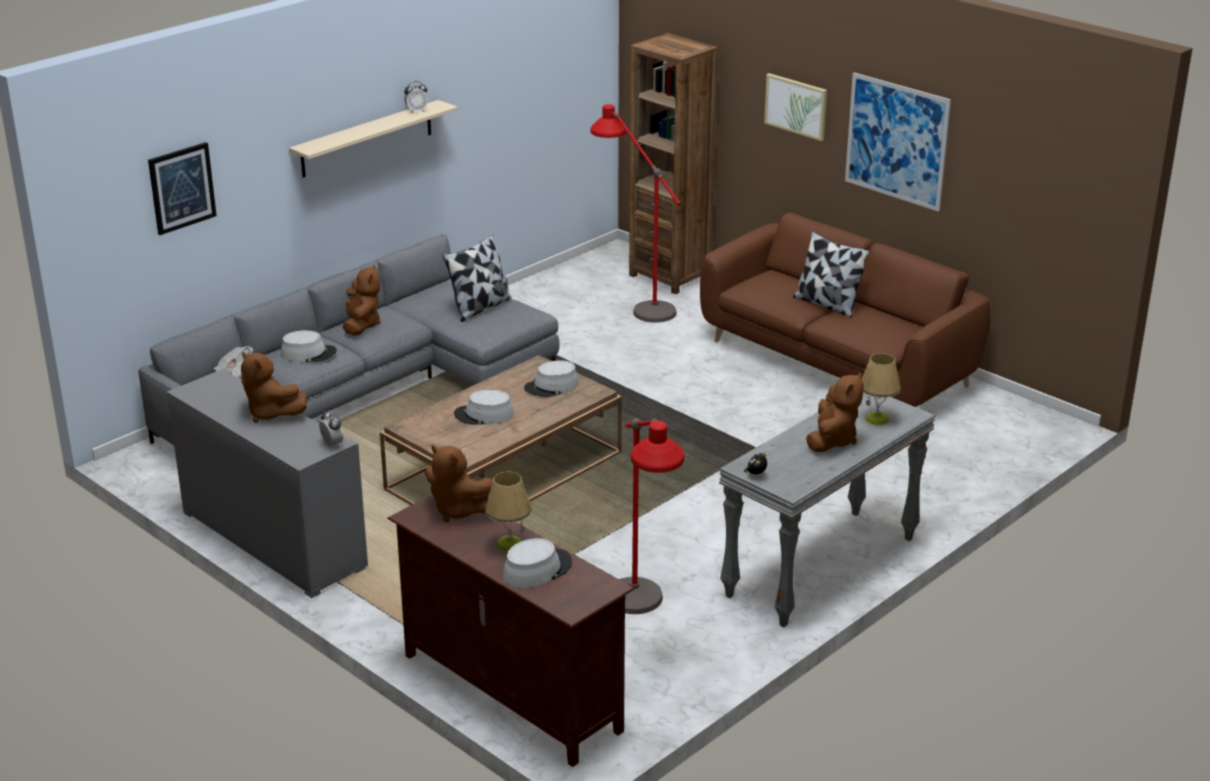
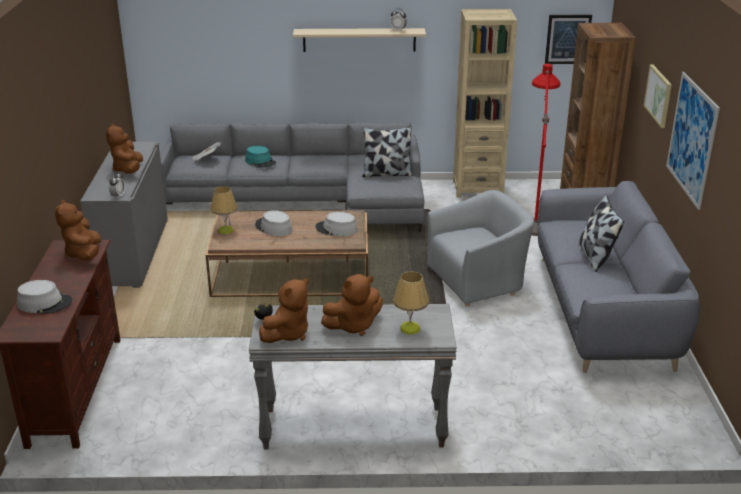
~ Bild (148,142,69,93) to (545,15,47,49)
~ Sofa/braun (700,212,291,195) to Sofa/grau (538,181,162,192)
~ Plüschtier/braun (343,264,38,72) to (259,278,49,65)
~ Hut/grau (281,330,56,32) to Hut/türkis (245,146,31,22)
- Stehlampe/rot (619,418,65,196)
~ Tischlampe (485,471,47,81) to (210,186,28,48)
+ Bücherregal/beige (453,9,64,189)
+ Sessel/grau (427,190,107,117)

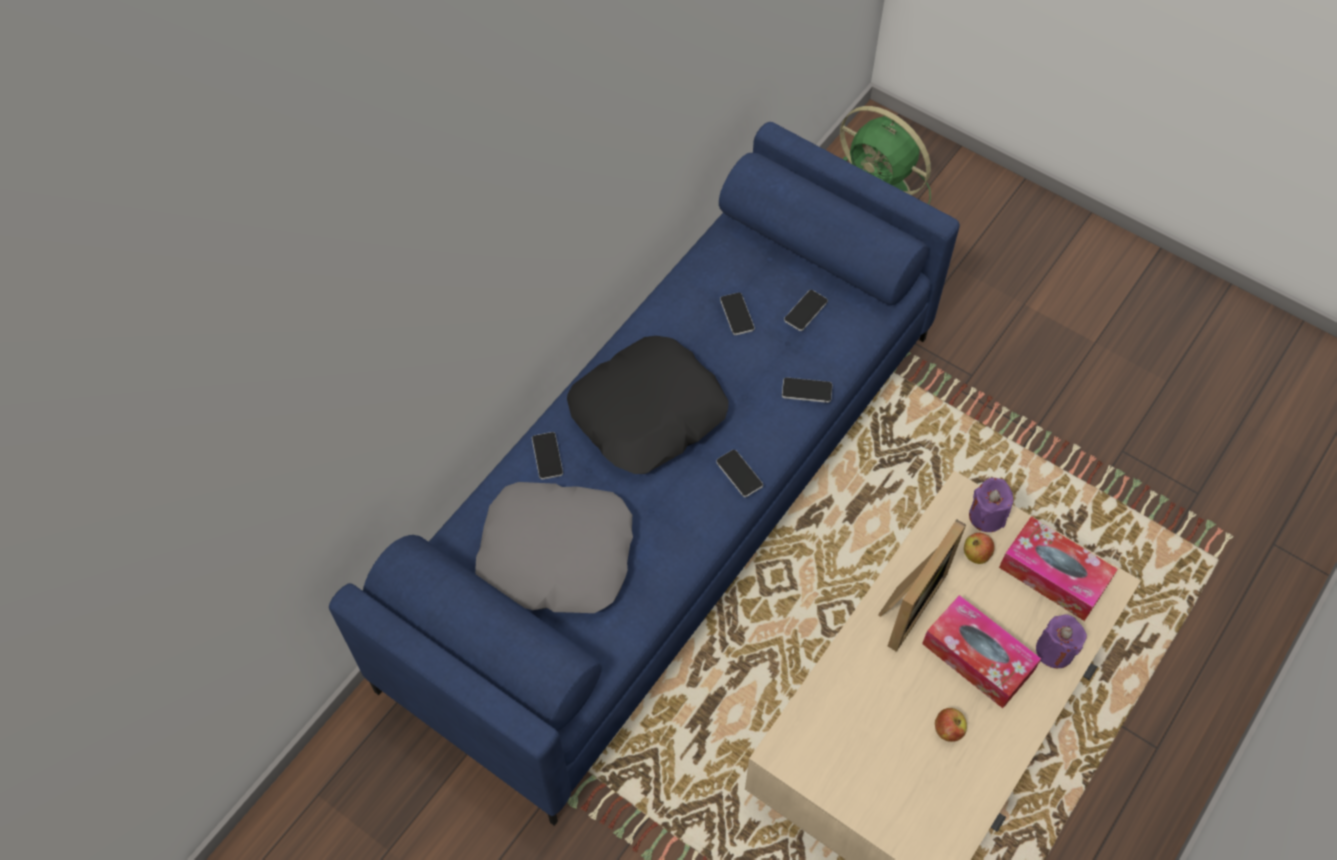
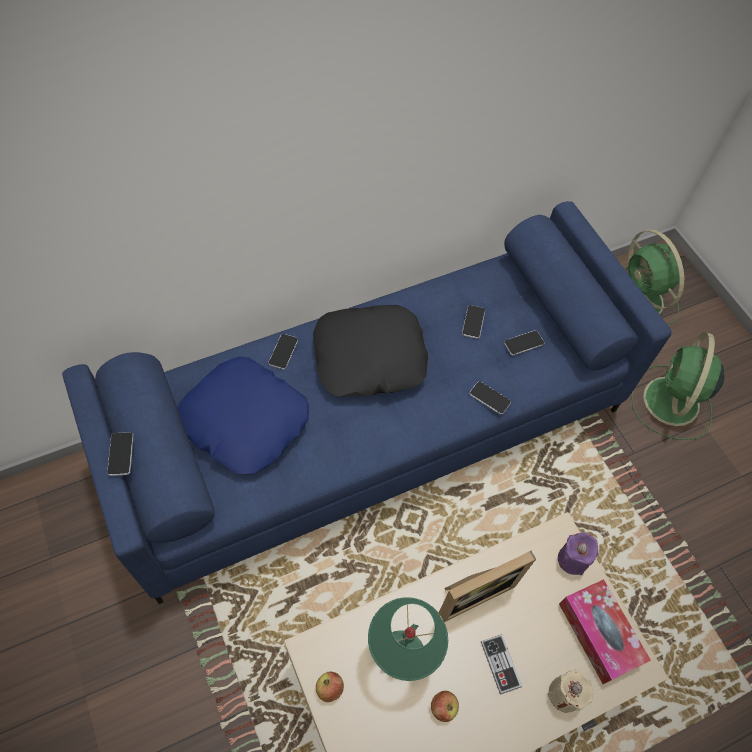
~ Handy (716,450,47,47) to (107,432,27,44)
~ Kissen/grau (475,482,158,131) to Kissen/blau (178,357,131,117)
~ Apfel (964,533,30,31) to (316,672,28,30)
~ Taschentuchbox (922,595,119,113) to Gamepad (481,634,41,61)
~ Kerze/lila (1036,615,51,53) to Kerze/beige (547,670,46,42)
+ Ventilator/grün (631,332,93,108)
+ Tischlampe/grün (368,597,80,84)

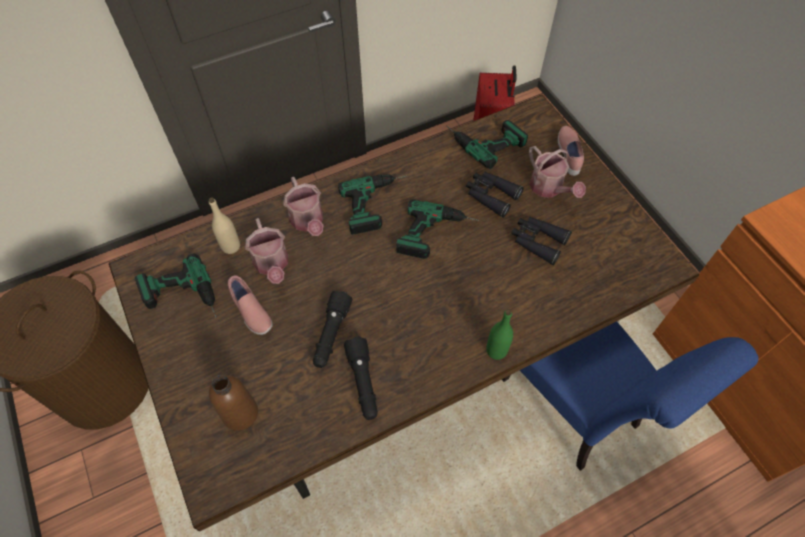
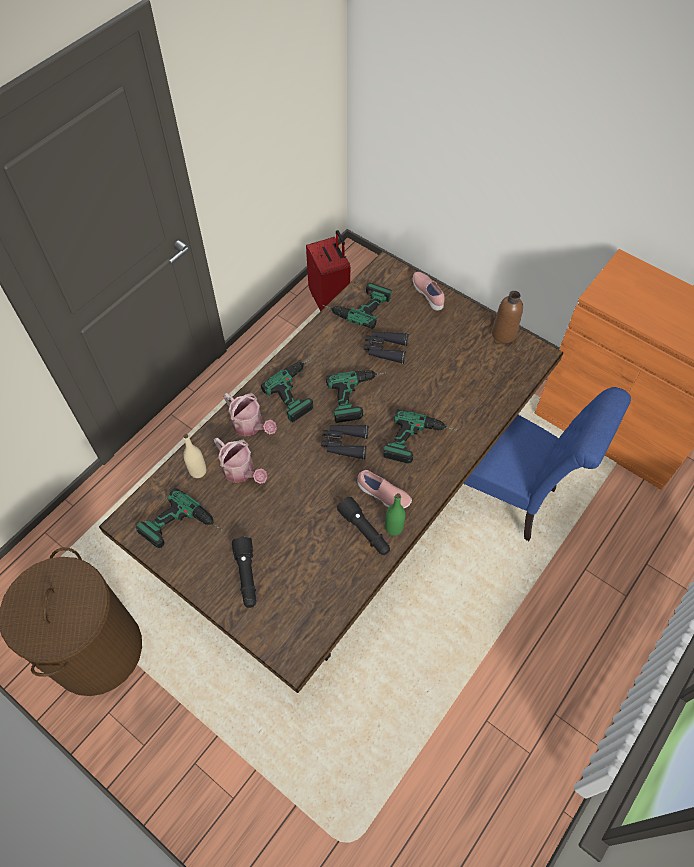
- Gießkanne (529,146,57,52)
~ Fernglas/schwarz (511,217,61,48) to (321,425,48,35)
~ Schuh/rosa (228,276,45,59) to (357,470,55,38)
~ Taschenlampe/schwarz (313,291,39,77) to (232,536,24,72)
~ Flasche/grün (486,309,27,51) to (385,493,20,43)
~ Flasche/braun (209,375,49,56) to (492,291,31,52)
+ Bohrmaschine (383,409,73,55)

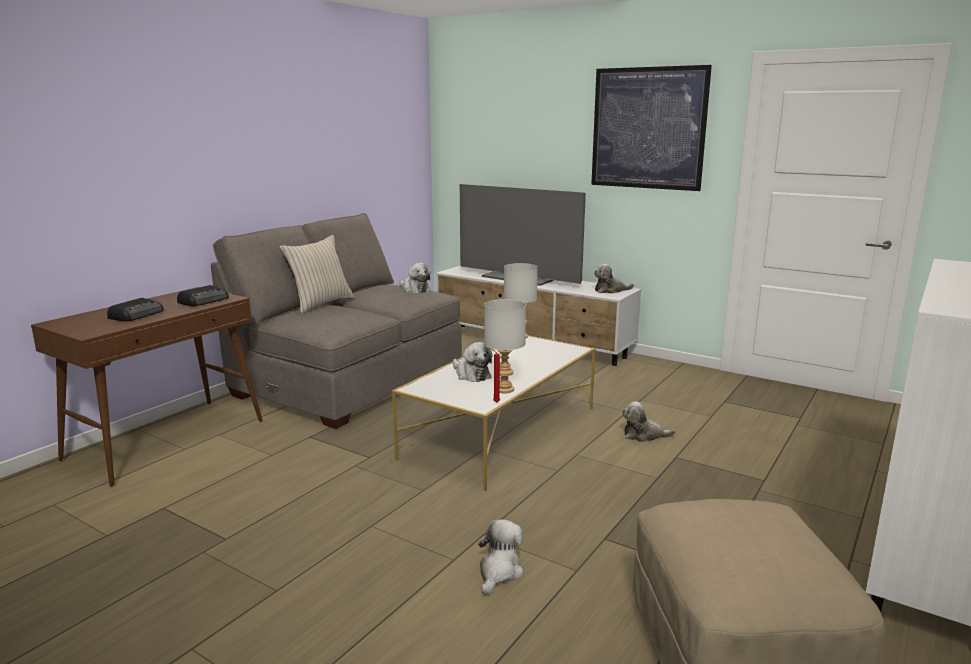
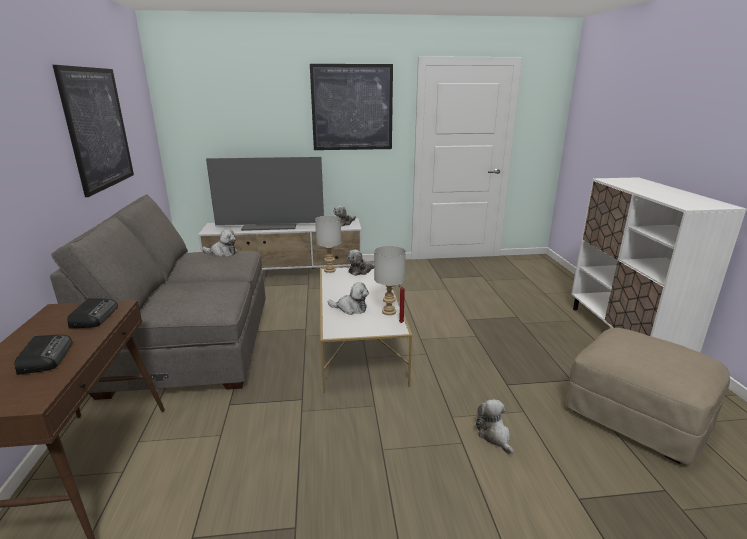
- Kissen/beige (279,235,75,78)
~ Plüschtier (622,401,54,41) to (347,250,27,26)
+ Bild (53,65,81,132)

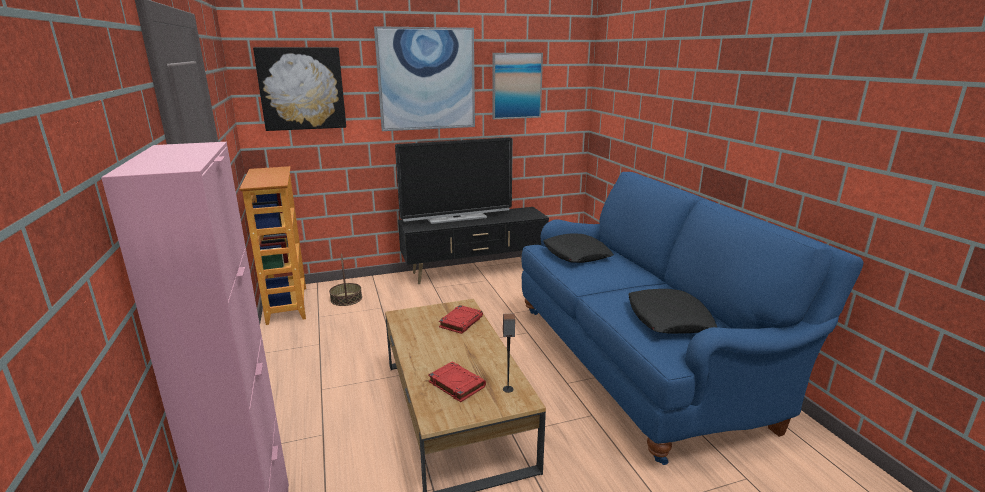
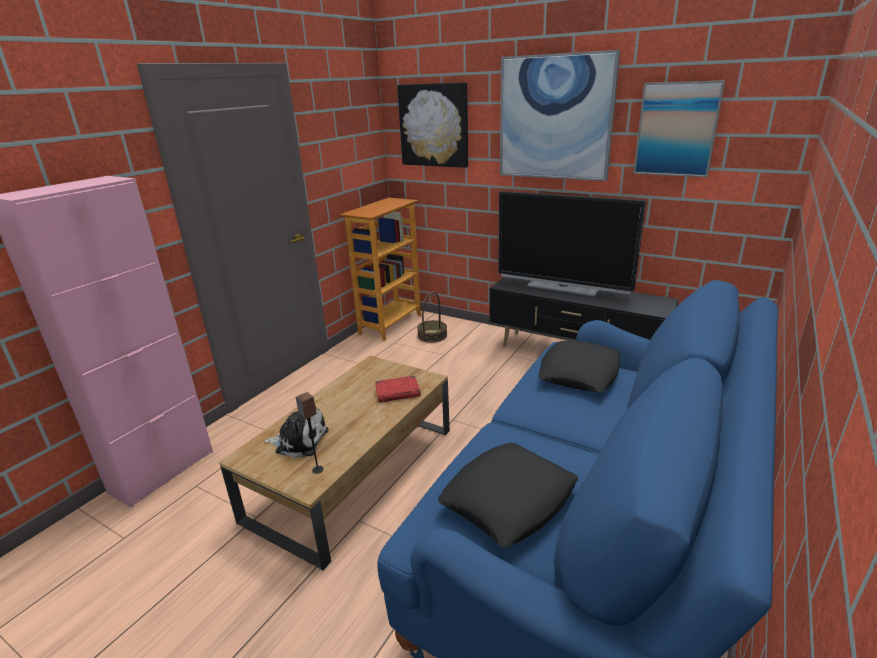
~ Buch/rot (428,362,58,40) to Plüschtier (263,406,65,52)

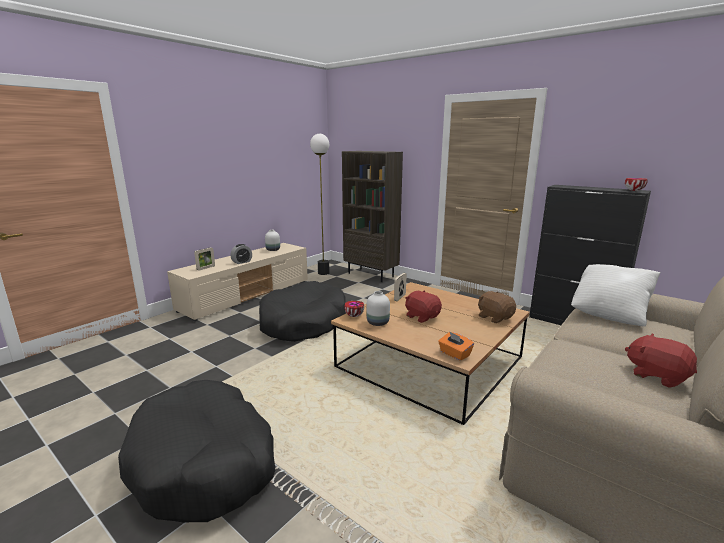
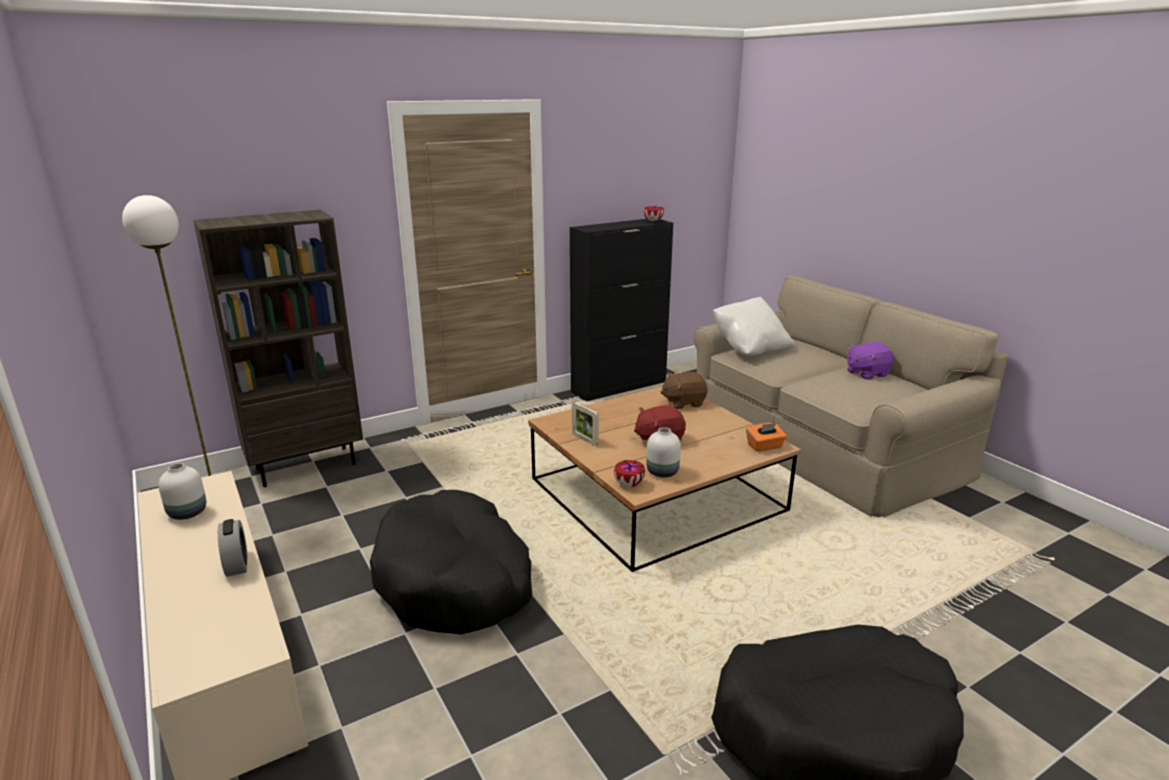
- Bilderrahmen (194,247,21,24)
~ Plüschtier/rot (625,334,72,54) to Plüschtier/lila (847,342,47,38)

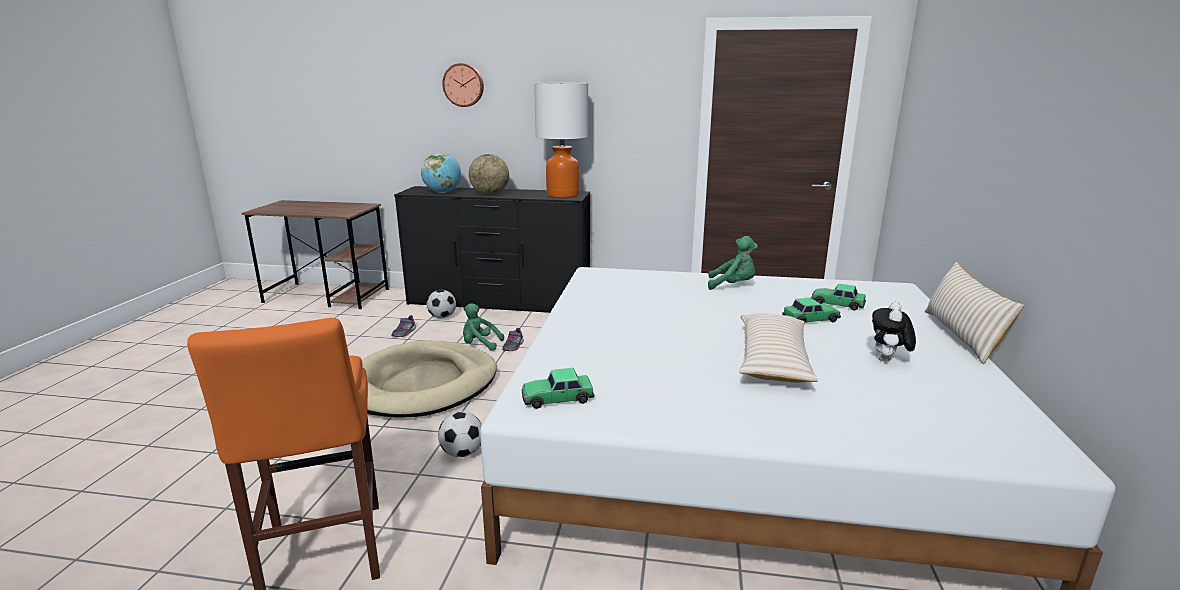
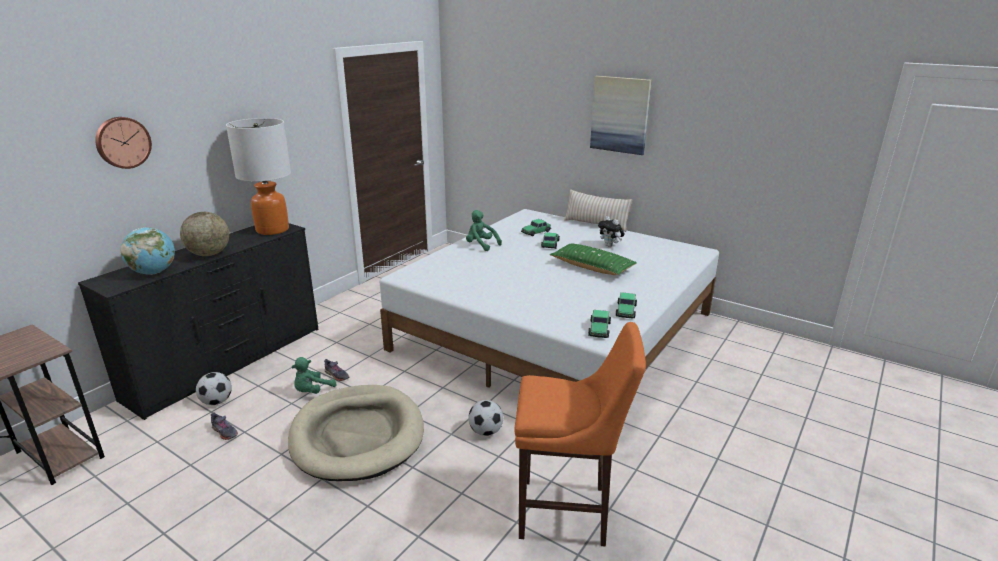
~ Plüschtier/grün (708,236,50,54) = (466,210,36,41) 90 degrees counterclockwise
~ Kissen/beige (739,313,79,69) to Kissen/grün (550,243,87,32)
+ Bild (590,76,62,79)
+ Spielzeugauto (616,292,21,26)

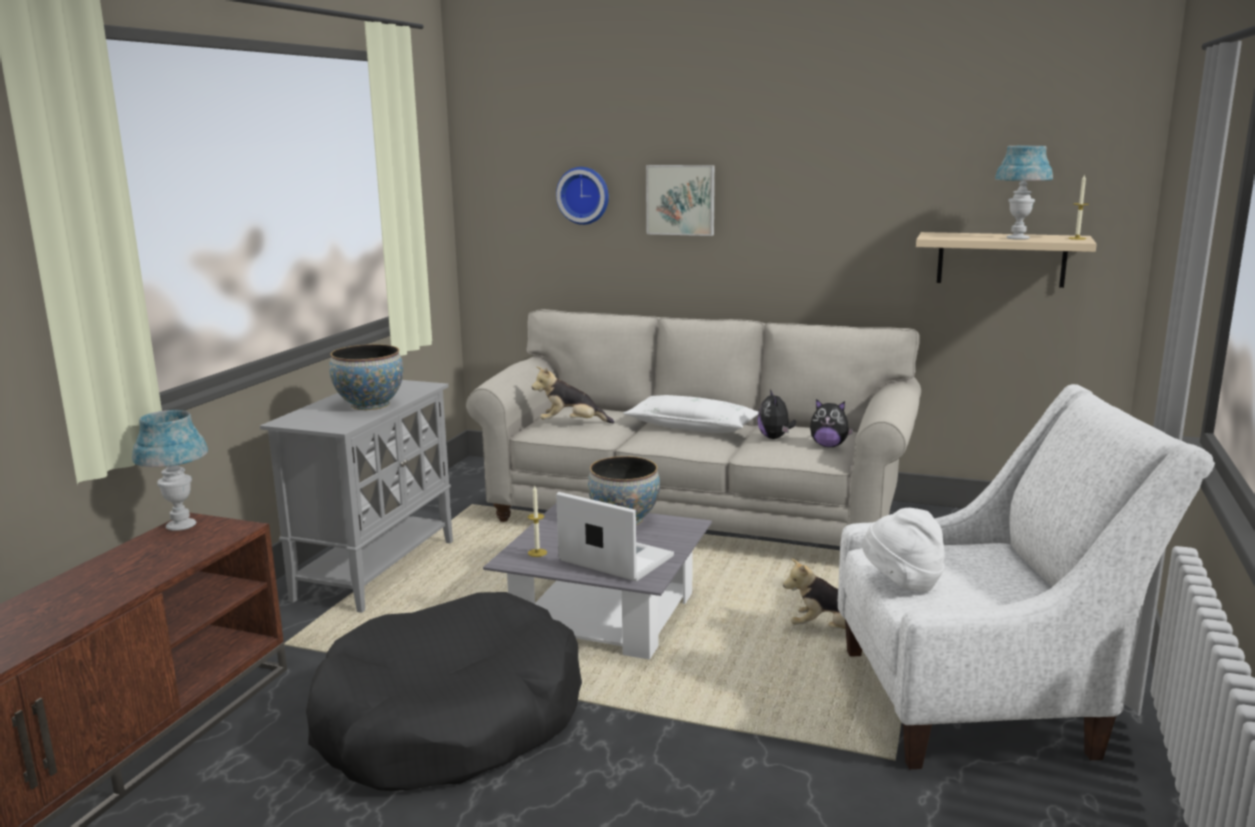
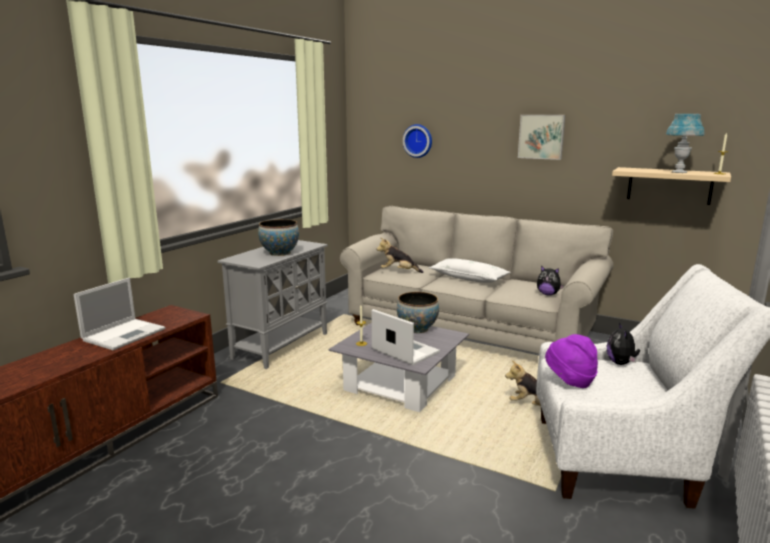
~ Bild (646,165,69,71) to (518,115,47,45)
~ Plüschtier (758,389,38,50) to (607,322,33,43)
- Tischlampe/blau (132,410,76,121)
~ Hut/weiß (862,508,83,84) to Hut/lila (545,334,53,54)
- Hundebett/schwarz (306,592,276,199)
+ Laptop (74,278,91,72)

